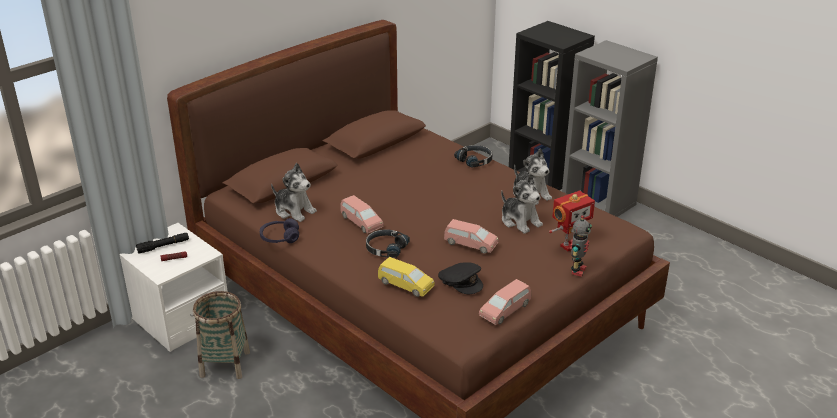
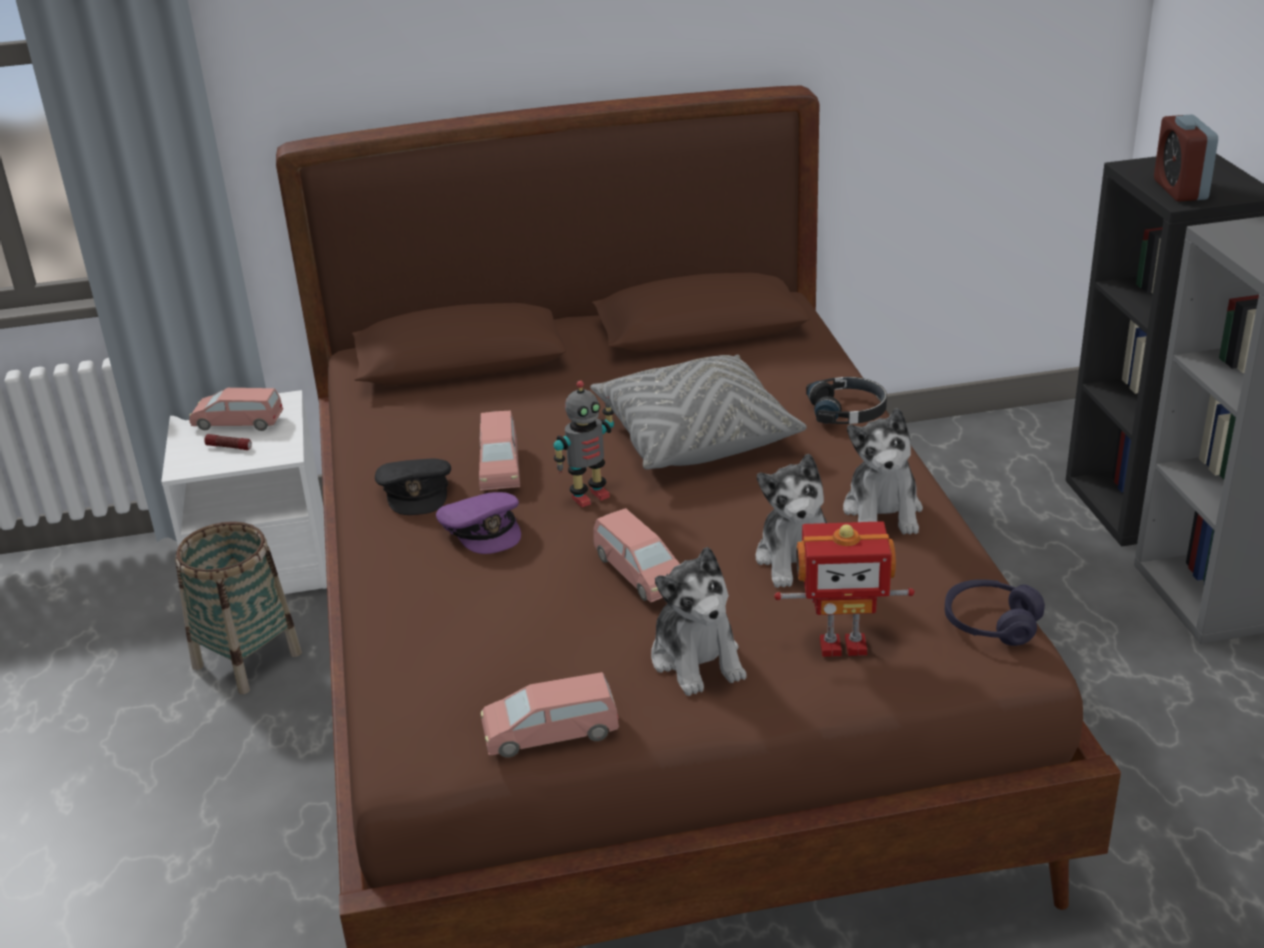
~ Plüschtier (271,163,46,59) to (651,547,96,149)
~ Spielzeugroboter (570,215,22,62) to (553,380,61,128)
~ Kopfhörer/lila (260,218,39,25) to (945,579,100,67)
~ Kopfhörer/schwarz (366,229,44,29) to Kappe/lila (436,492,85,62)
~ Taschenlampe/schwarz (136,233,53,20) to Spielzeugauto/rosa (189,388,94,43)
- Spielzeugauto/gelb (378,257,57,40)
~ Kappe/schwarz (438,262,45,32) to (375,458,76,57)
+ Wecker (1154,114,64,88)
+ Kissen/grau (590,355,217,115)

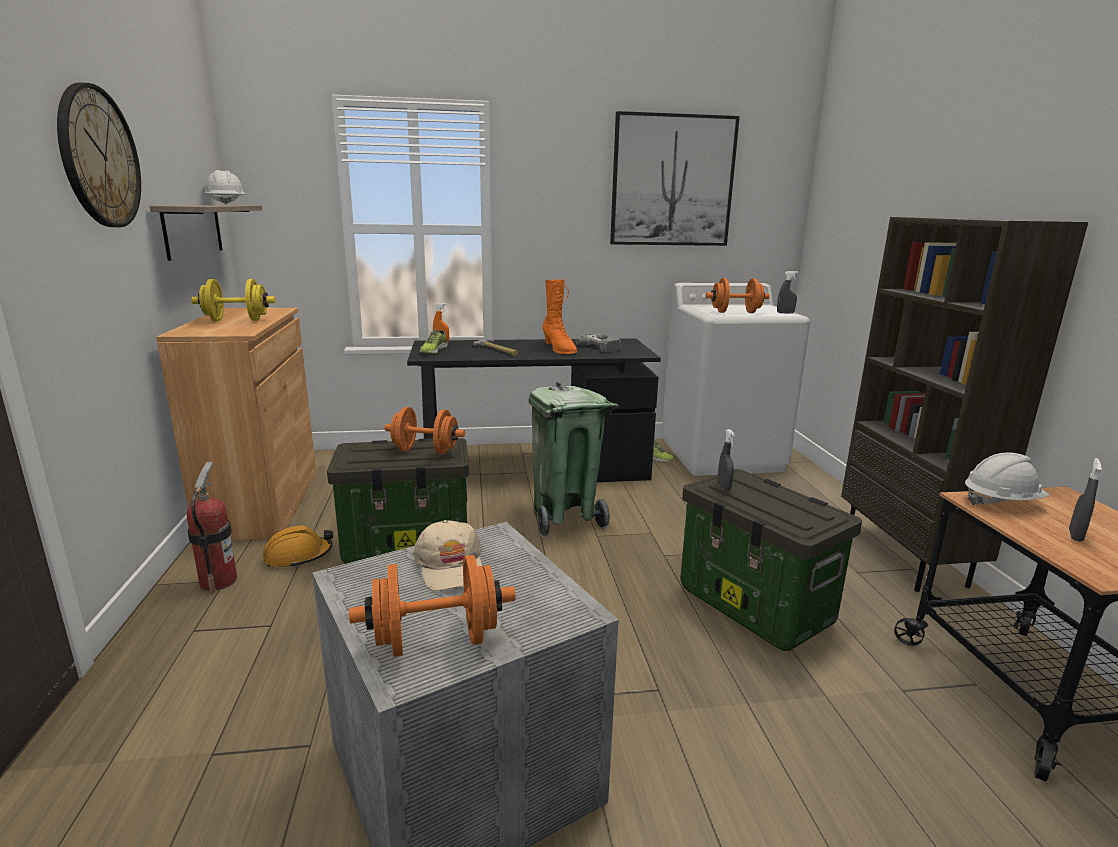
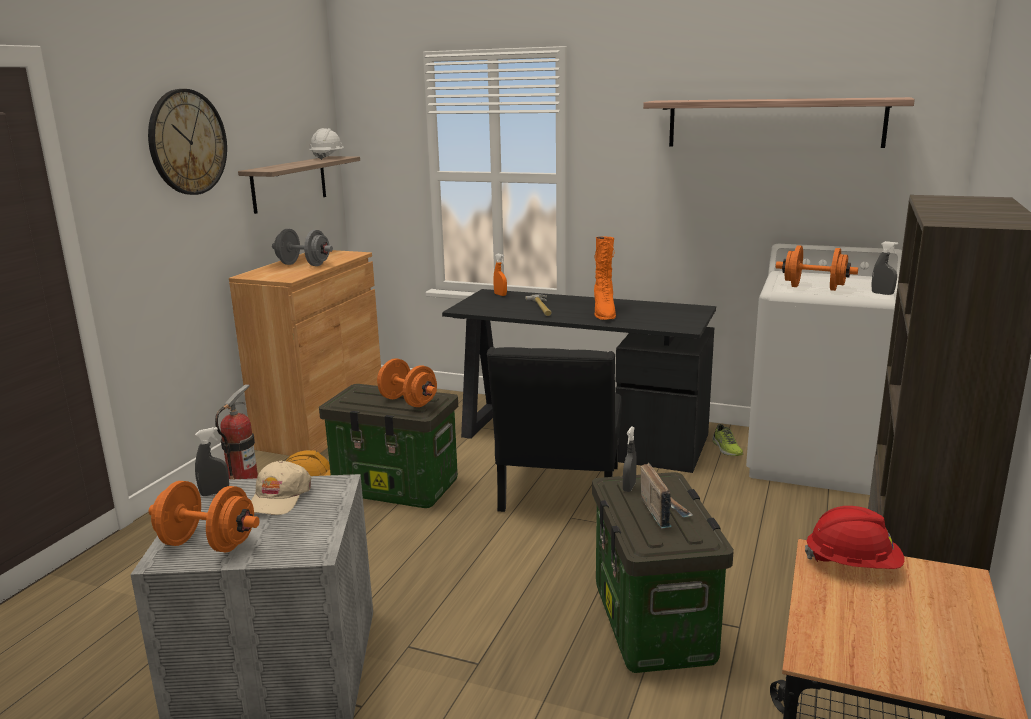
~ Bild (610,111,130,135) to Wandregal (643,97,272,51)
~ Hantel/gelb (191,279,85,42) to Hantel/grau (272,229,61,37)
- Schuh (420,329,28,25)
- Bohrmaschine (576,334,45,19)
~ Mülleimer/grün (528,381,91,157) to Stuhl/schwarz (487,347,135,165)
~ Schutzhelm/weiß (965,452,84,53) to Schutzhelm/rot (805,506,99,63)
~ Sprühflasche/grau (1069,458,33,84) to (195,427,34,69)
+ Radio (641,463,52,66)

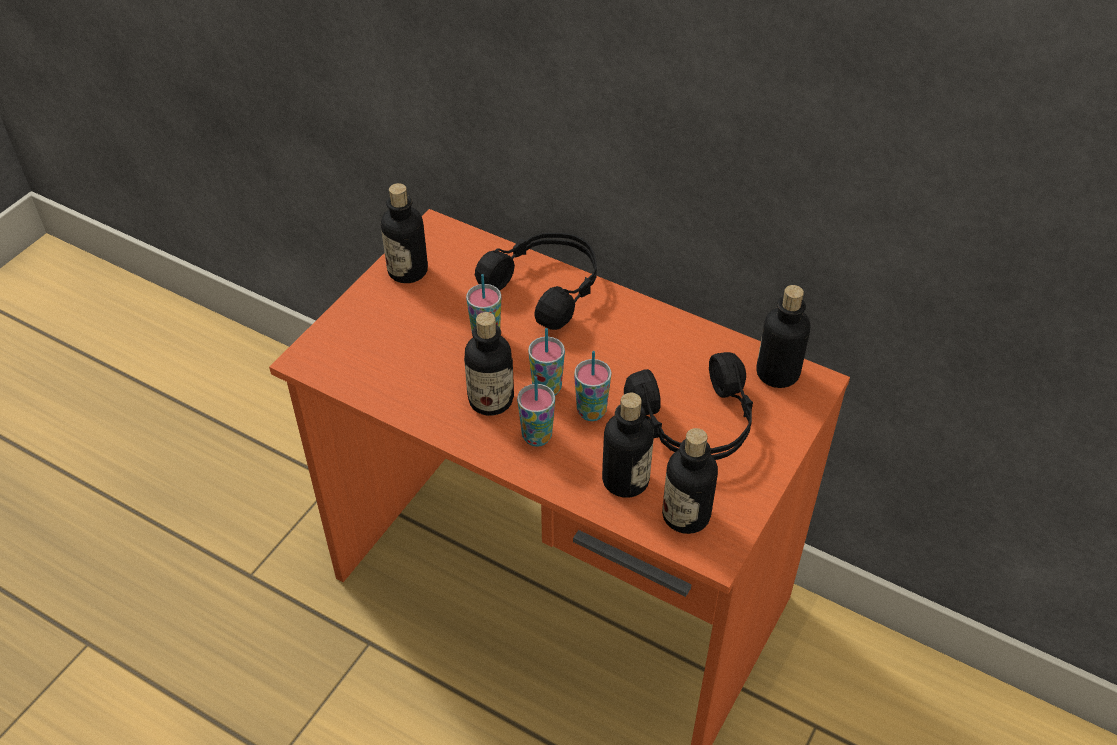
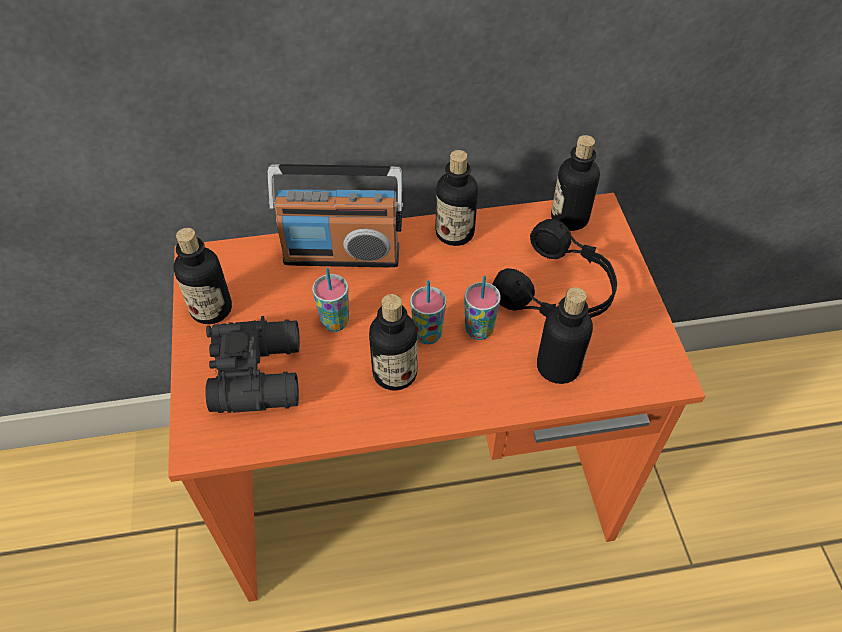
~ Kopfhörer/schwarz (475,233,122,97) to Radio (268,164,135,103)
- Tasse (517,376,38,71)
~ Flasche (662,428,56,106) to (435,150,43,96)
+ Fernglas/schwarz (206,316,94,97)

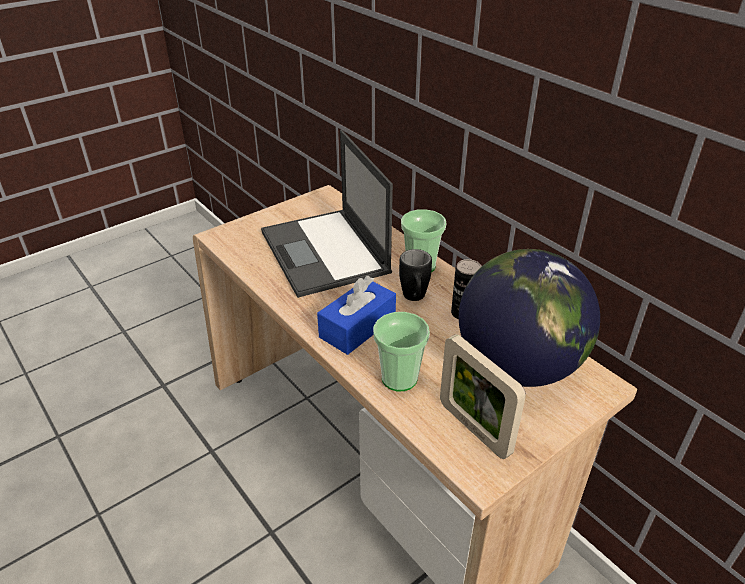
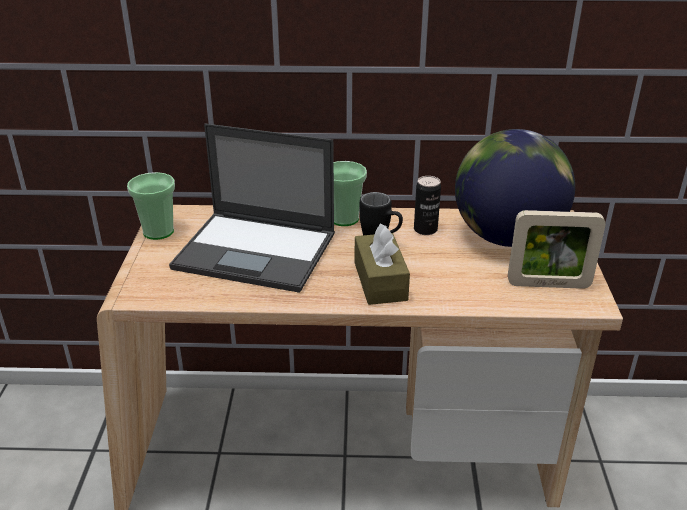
~ Taschentuchbox/blau (317,276,79,79) to Taschentuchbox/braun (354,224,56,81)
~ Tasse (373,312,57,79) to (127,172,48,68)

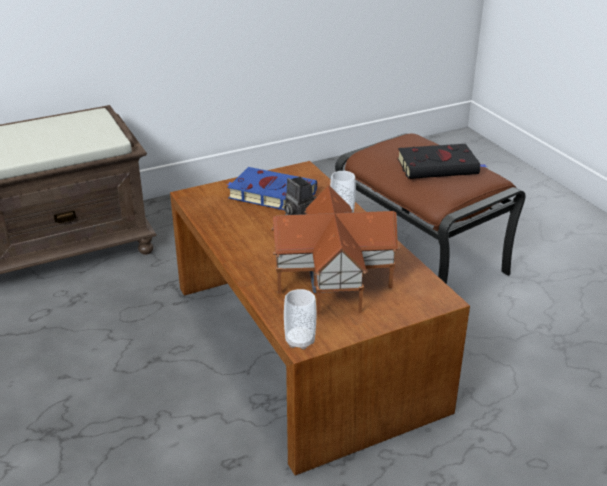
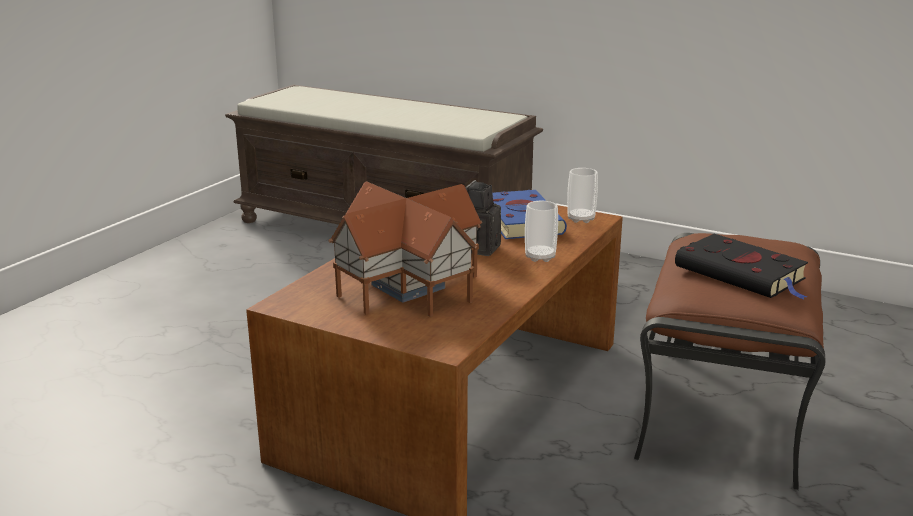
~ Tasse (284,289,32,60) to (567,168,31,55)

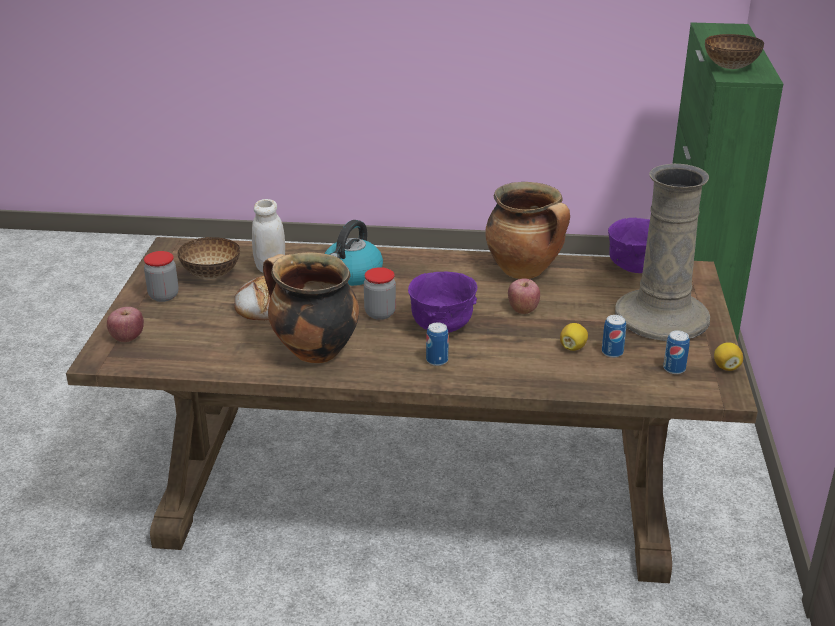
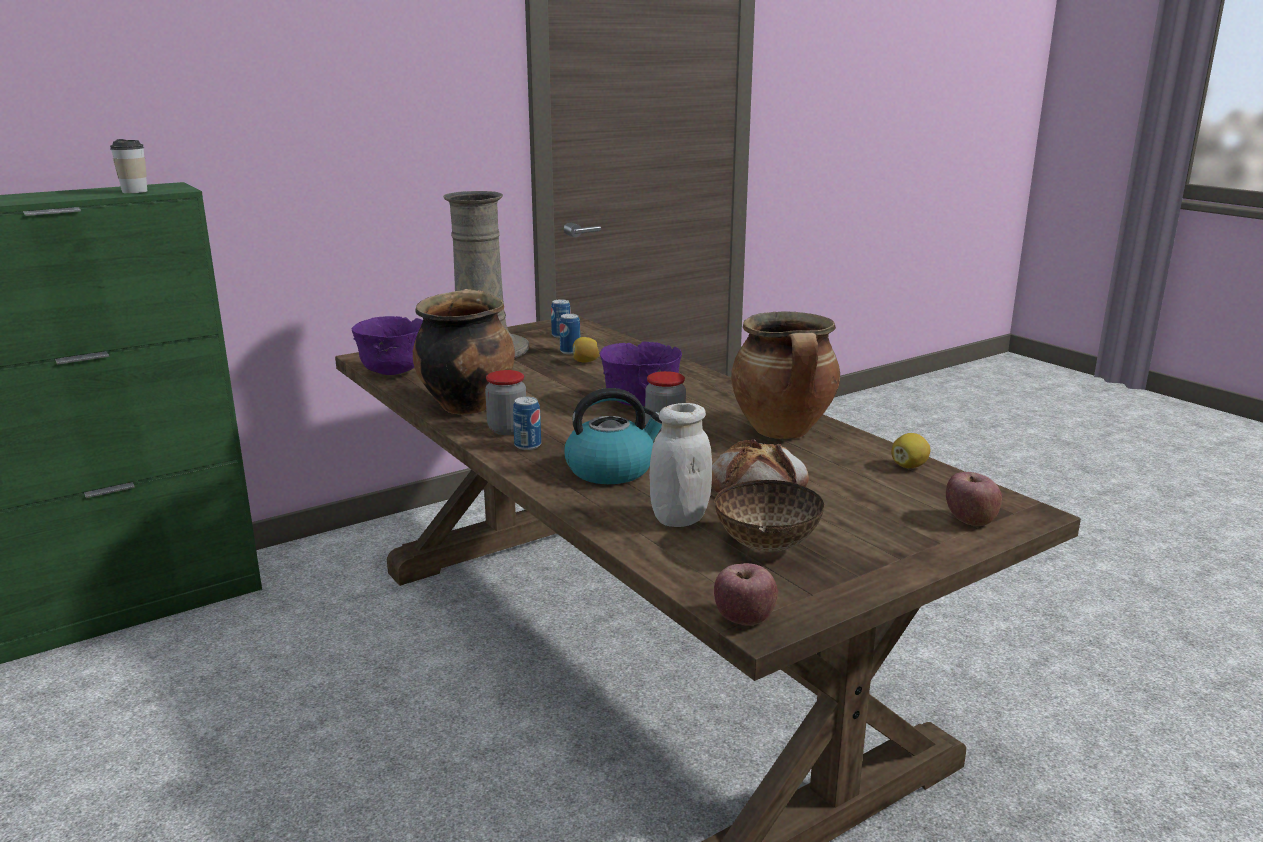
~ Schüssel (705,34,59,35) to Tasse (110,139,37,54)
~ Vorratsglas (144,251,35,51) to (485,370,41,65)
~ Apfel (508,278,32,36) to (714,563,64,63)
~ Dose (426,322,23,44) to (513,397,28,53)
~ Zitrone (714,342,29,29) to (891,433,39,35)

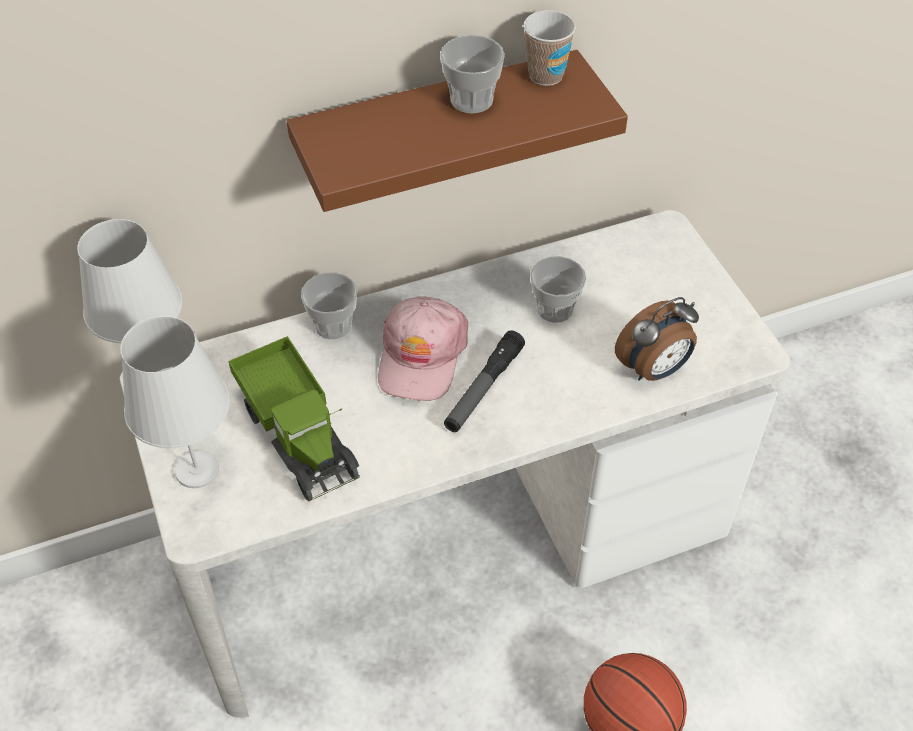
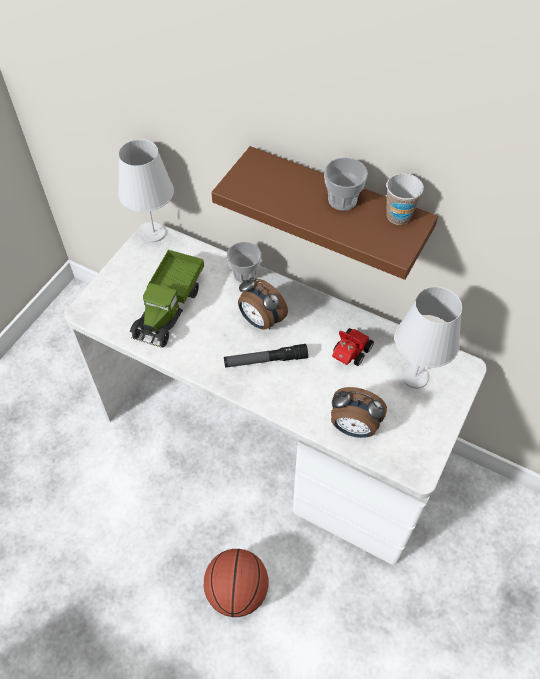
~ Tasse (530,256,56,67) to Spielzeugauto (332,328,42,38)
~ Kappe/rosa (378,296,90,105) to Wecker (238,278,50,52)
~ Tischlampe/weiß (120,316,110,172) to (395,287,67,102)

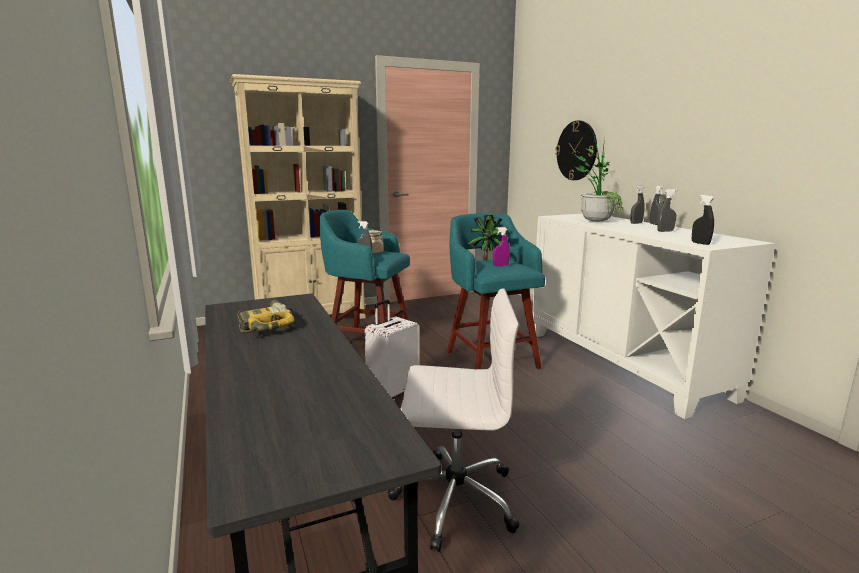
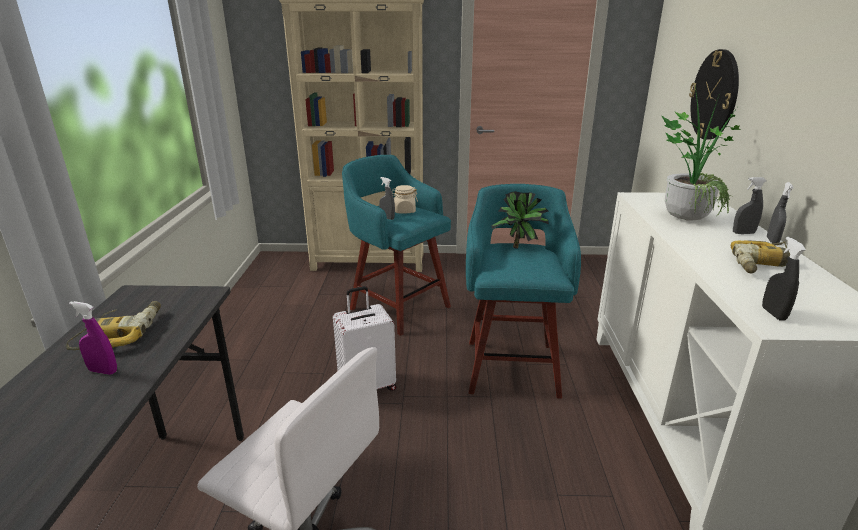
~ Sprühflasche/grau (657,189,21,43) to Bohrmaschine (731,240,59,33)
~ Sprühflasche/lila (493,227,17,39) to (69,301,48,74)

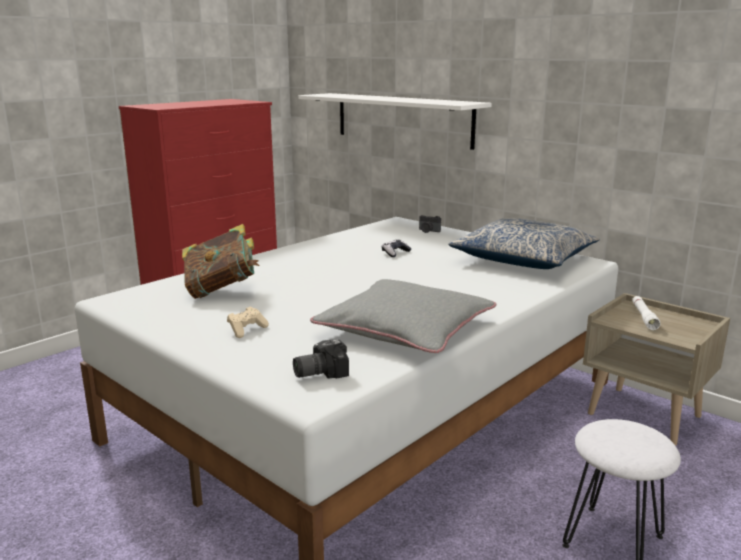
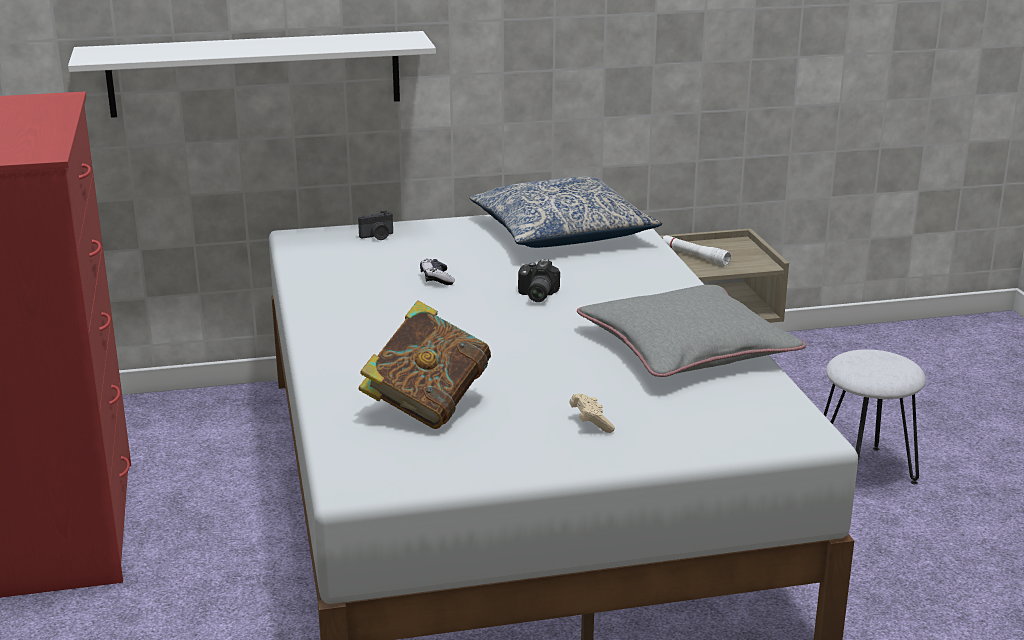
~ Kamera (293,340,56,39) to (518,259,42,43)

